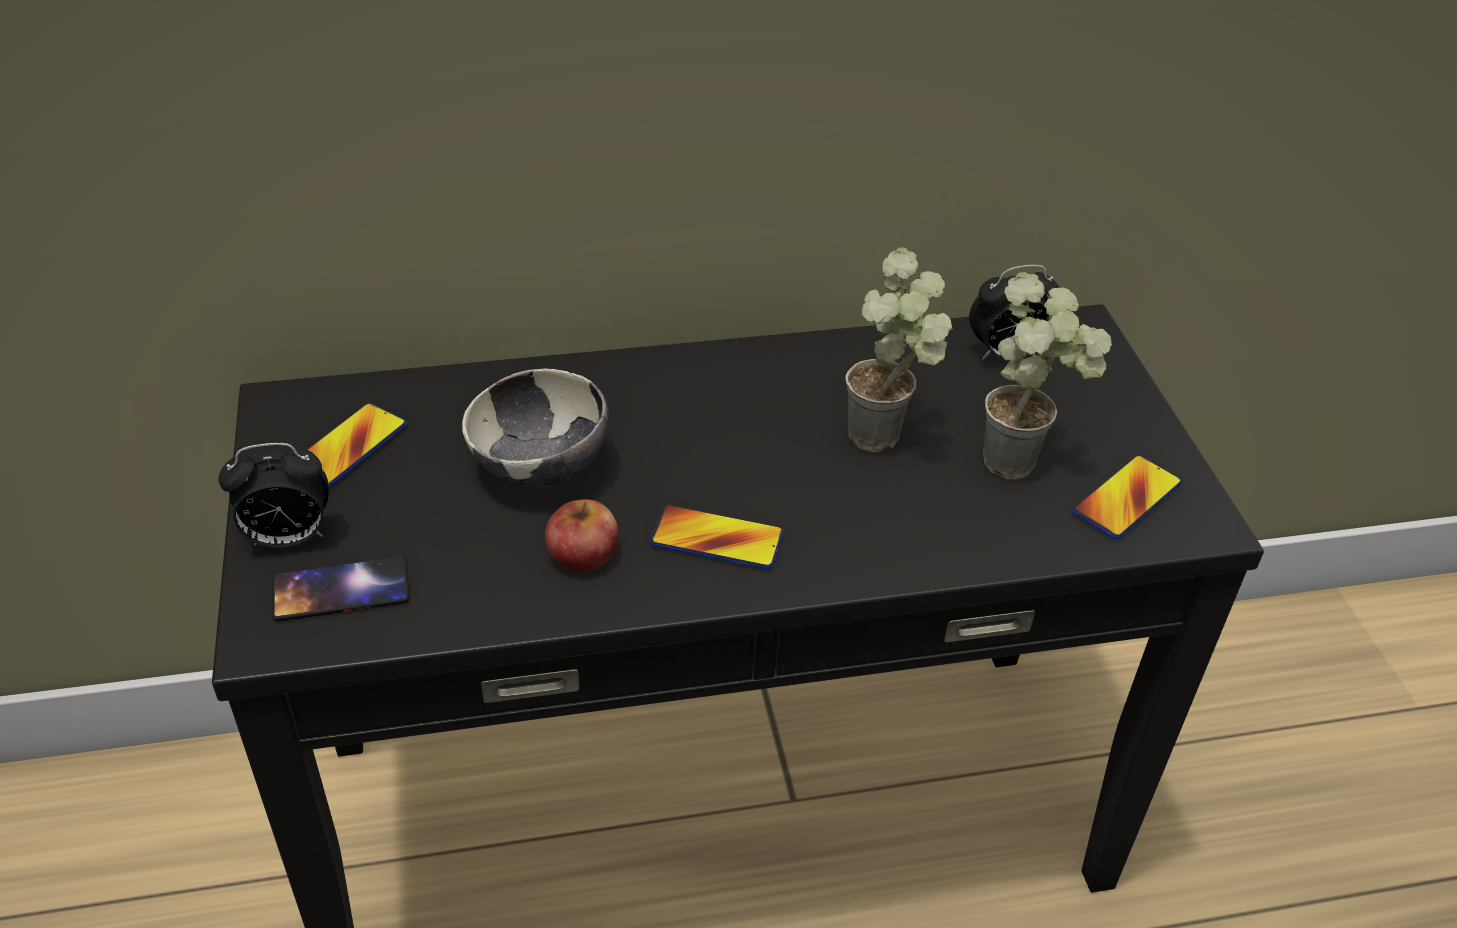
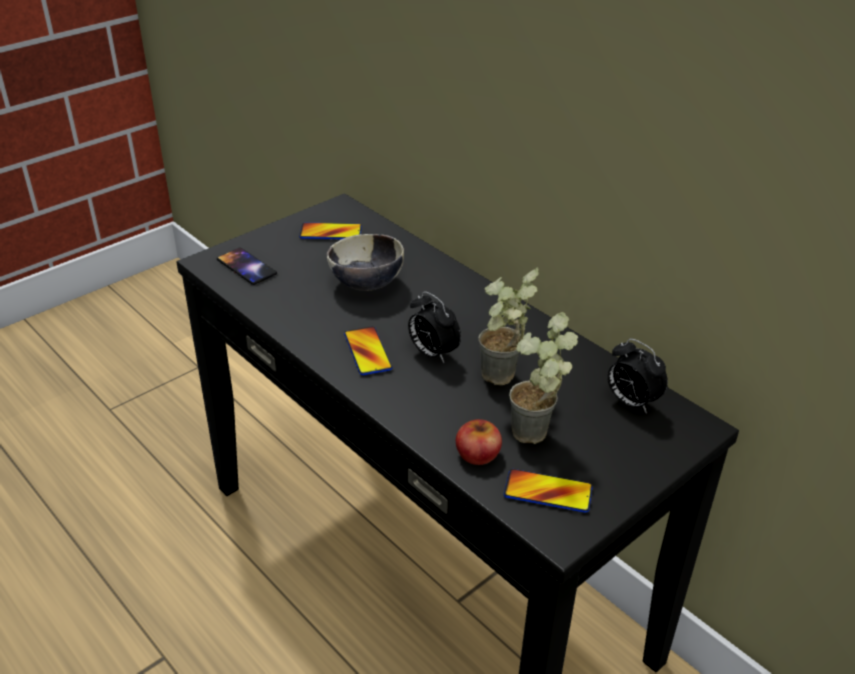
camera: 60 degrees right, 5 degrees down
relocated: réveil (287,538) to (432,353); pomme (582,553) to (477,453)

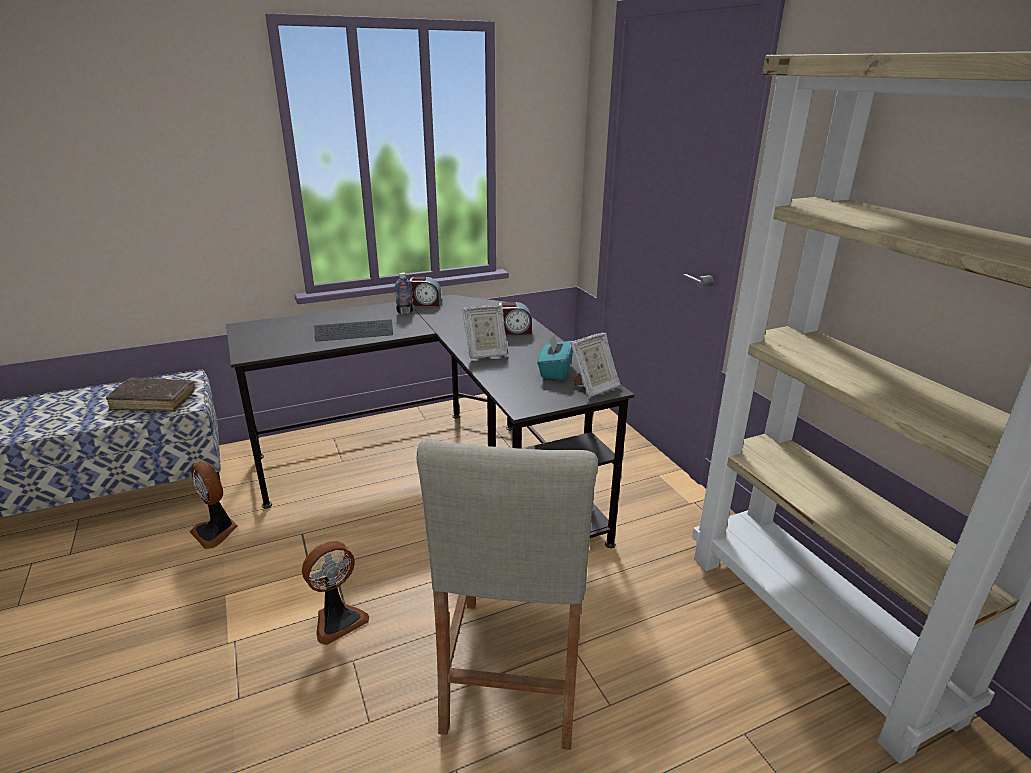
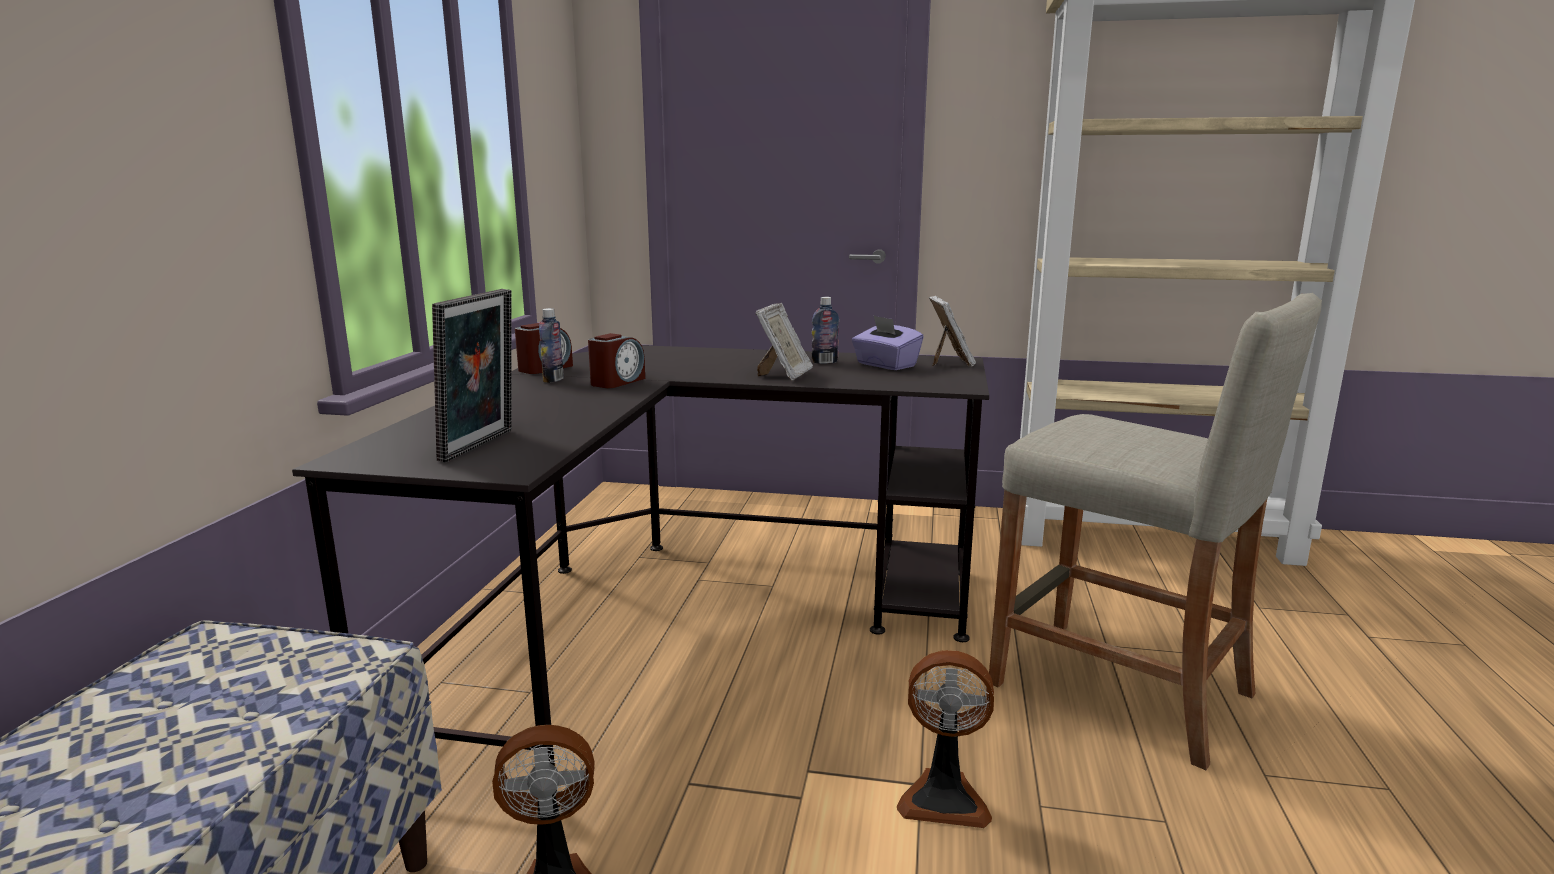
camera: 55 degrees left, 10 degrees down
missing: livre [marron] (154,401); clavier (354,332)
appeared: cadre photo (482,446); bouteille (824,362)
relocated: réveil (514,331) to (617,382)
colour: boîte à mouchoirs [turquoise] (555,371) to boîte à mouchoirs [violet] (885,365)
spun: ventilateur (338,620) = (944,797) 105 degrees clockwise

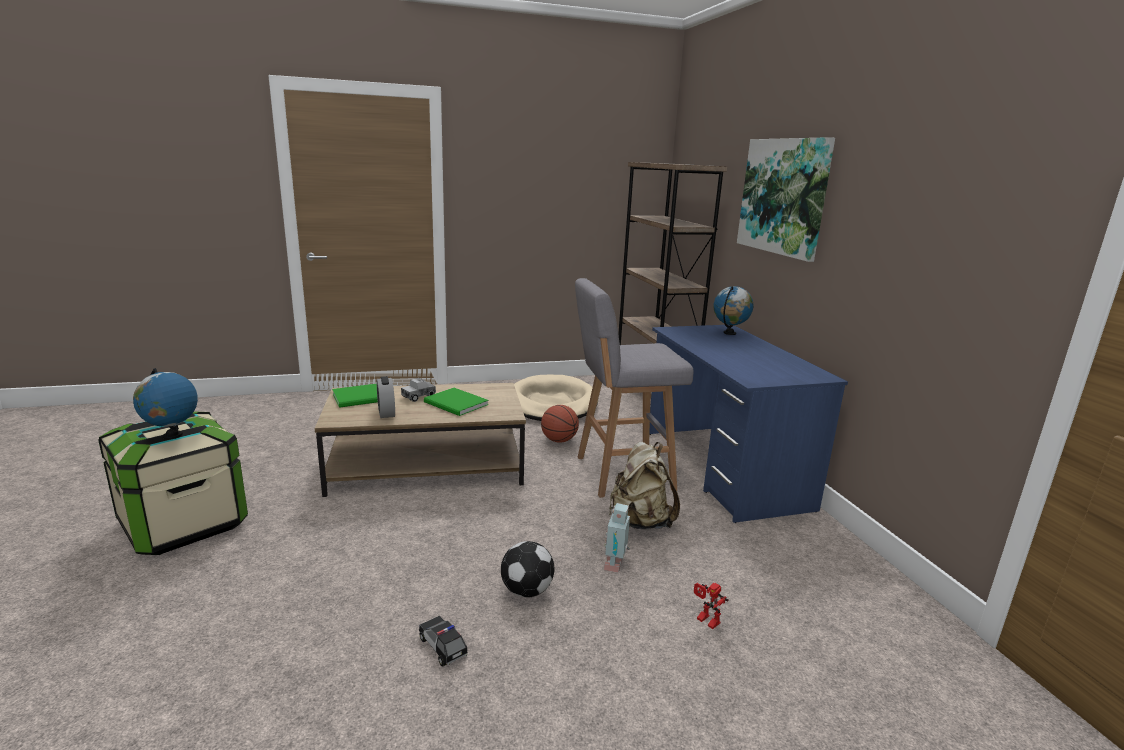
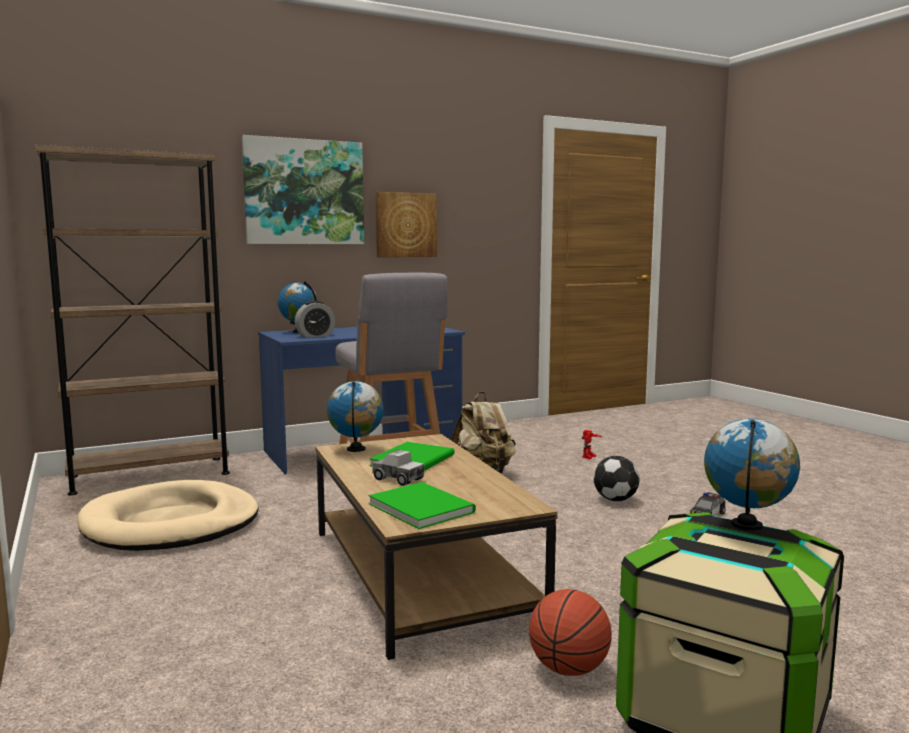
camera: 100 degrees left, 10 degrees down
missing: robot jouet (615,565)
appeared: globe (356,449); tableau (405,225)
relocated: réveil (386,412) to (315,336); ballon de basket (559,440) to (569,669)

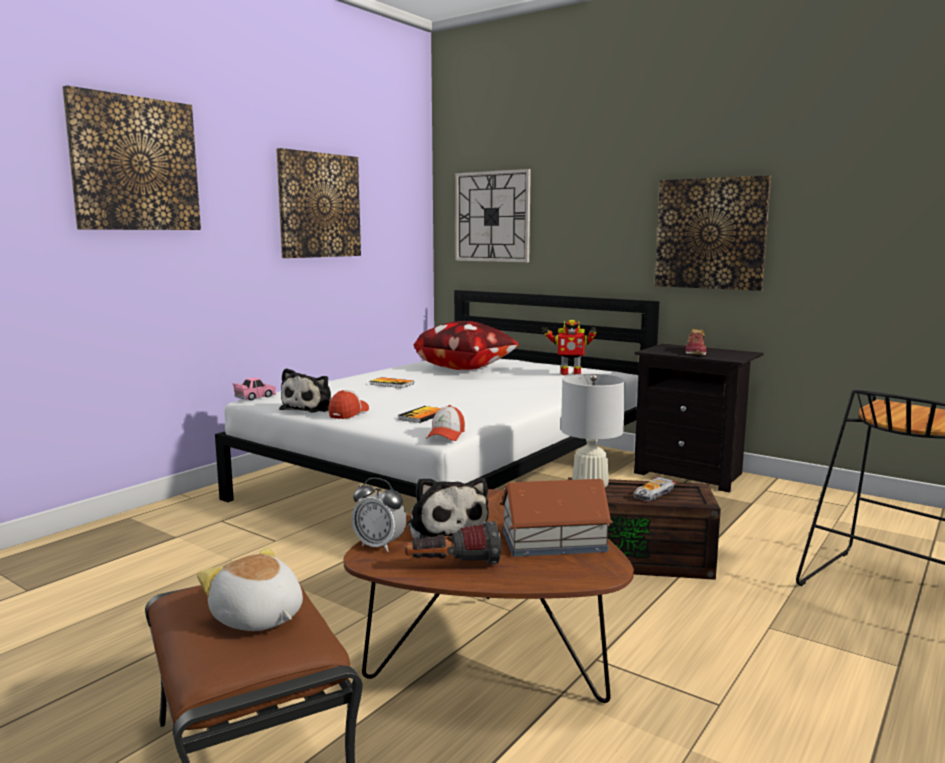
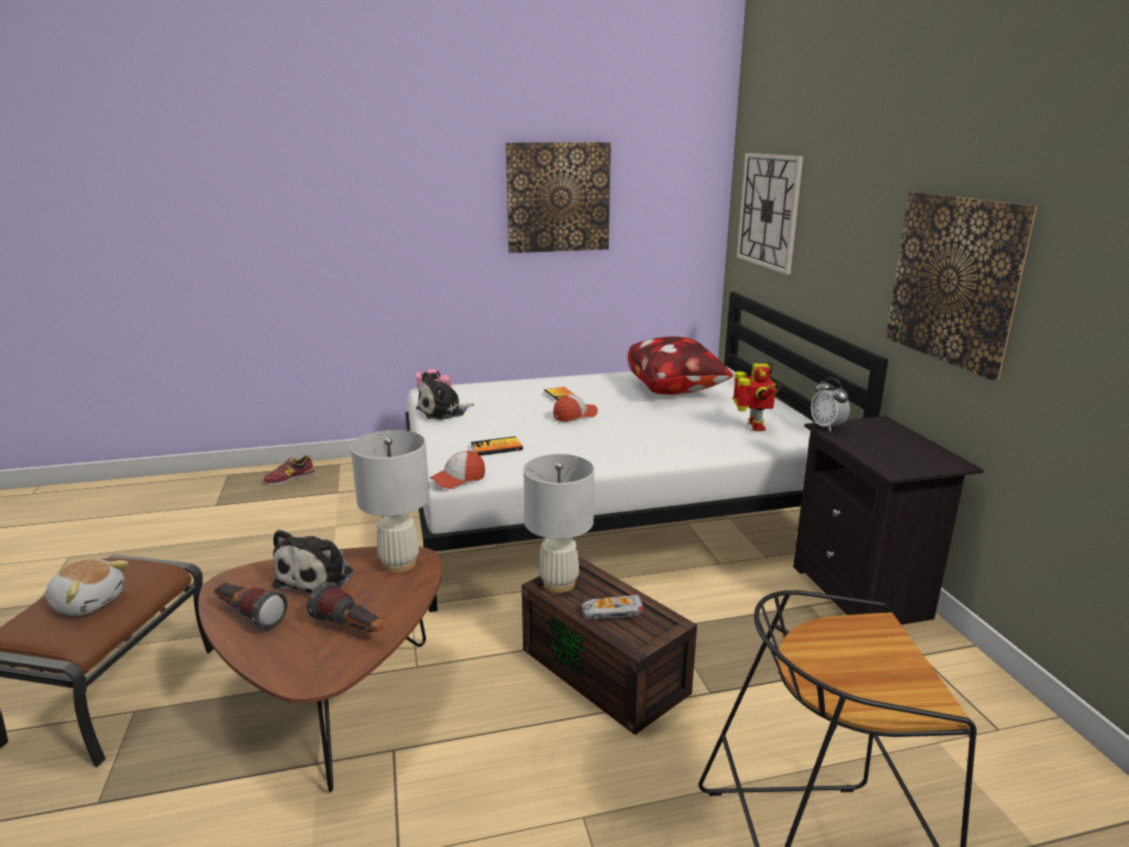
camera: 40 degrees right, 10 degrees up
missing: tableau (135,164)
appeared: lampe de table [blanc] (399,564)
relocated: casquette (348,413) to (575,416); réveil (379,545) to (827,427); chaussure (696,352) to (290,478)
exchanged: maison miniature (555,541) to lampe de poche (350,629)
spun: peluche (257,618) = (89,602) 120 degrees clockwise; robot jouet (570,374) = (754,427) 135 degrees counterclockwise

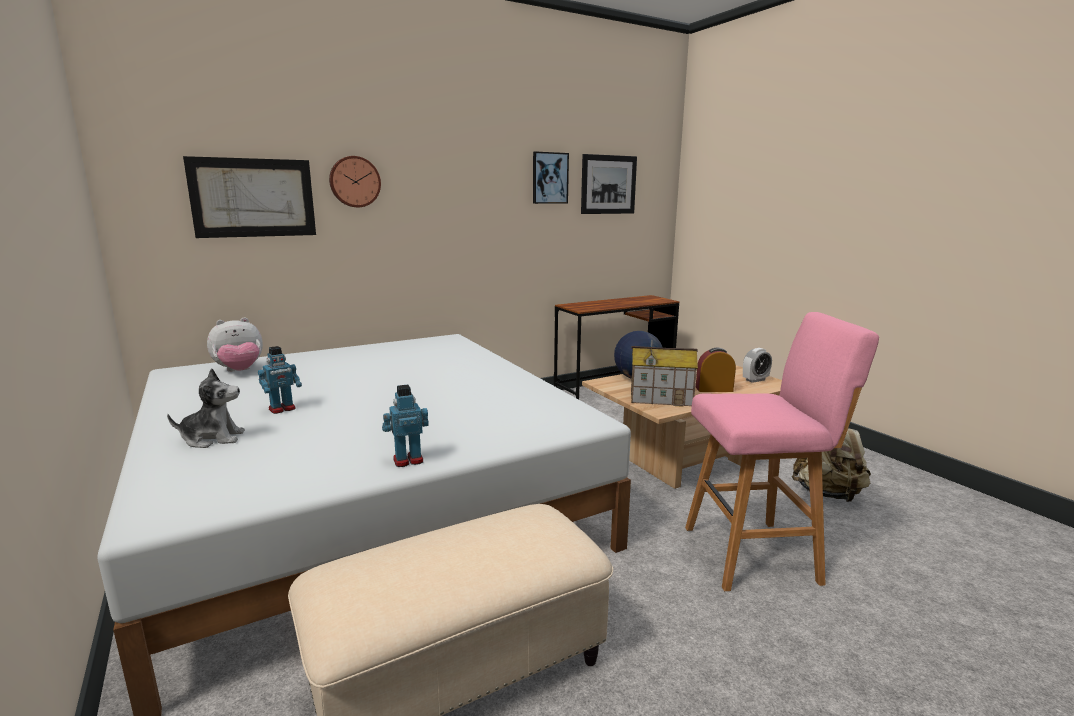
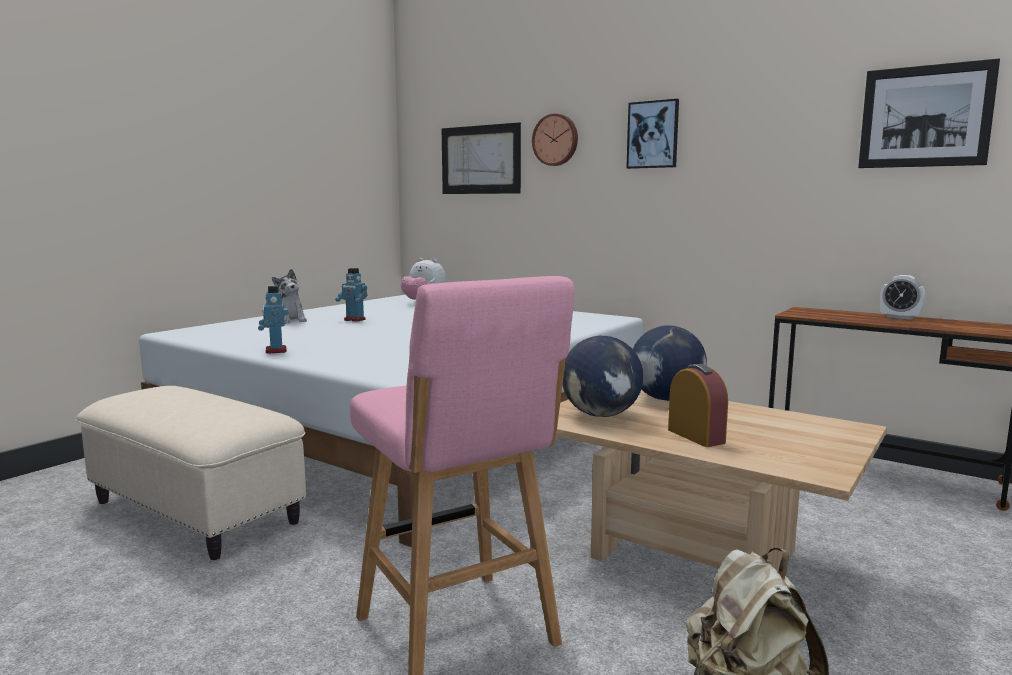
camera: 65 degrees right, 5 degrees down
relocated: tableau (549,178) to (653,134); réveil (755,380) to (900,317)
exchanged: maison miniature (661,398) to globe (601,415)
spun: robot jouet (408,460) = (275,351) 150 degrees counterclockwise

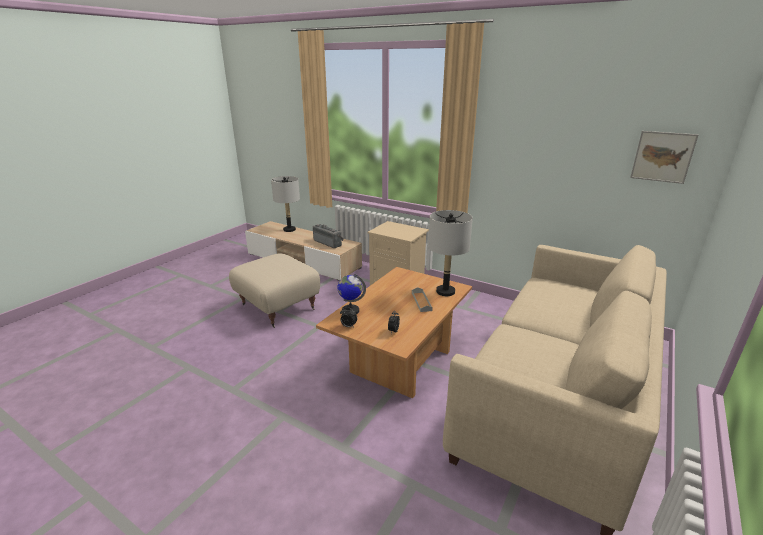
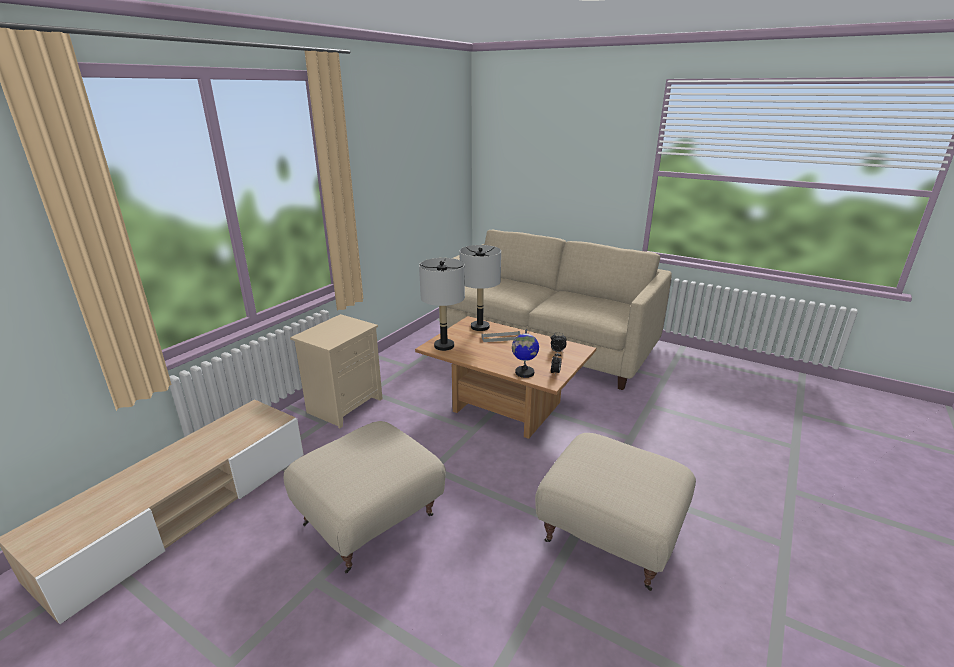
camera: 90 degrees left, 0 degrees up
missing: radio (328,243); tableau (662,157)
appeared: pouf [beige] (610,536)
relocated: lampe de table [gris] (289,230) to (444,346)

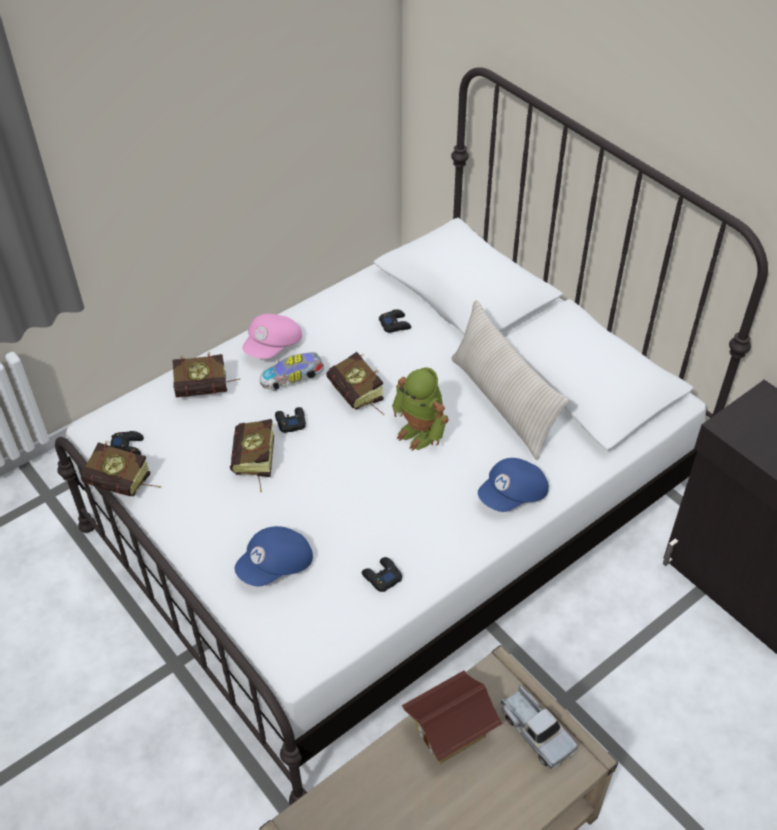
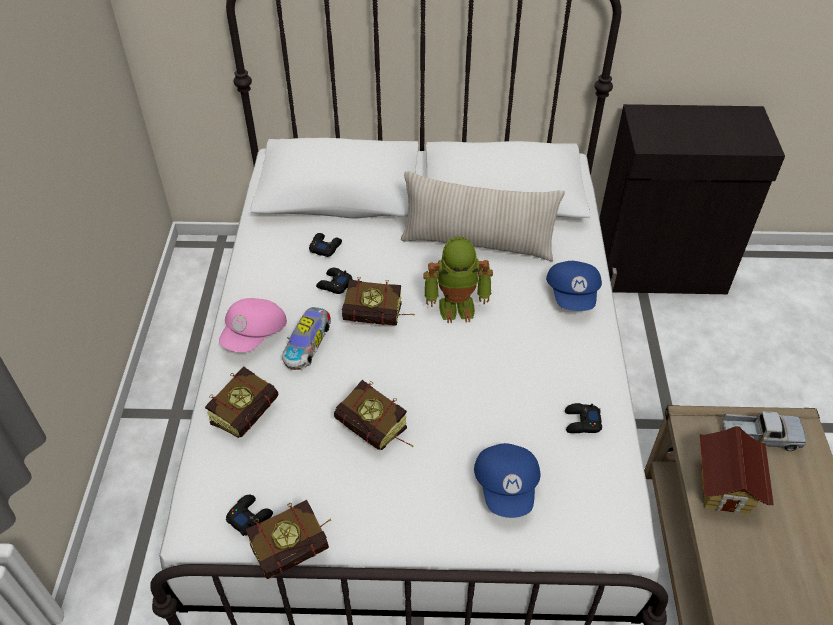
camera: 50 degrees left, 0 degrees up
relocated: manette [noir] (290,422) to (334,284)
spun: casquette [rose] (273,347) = (255,335) 45 degrees clockwise

